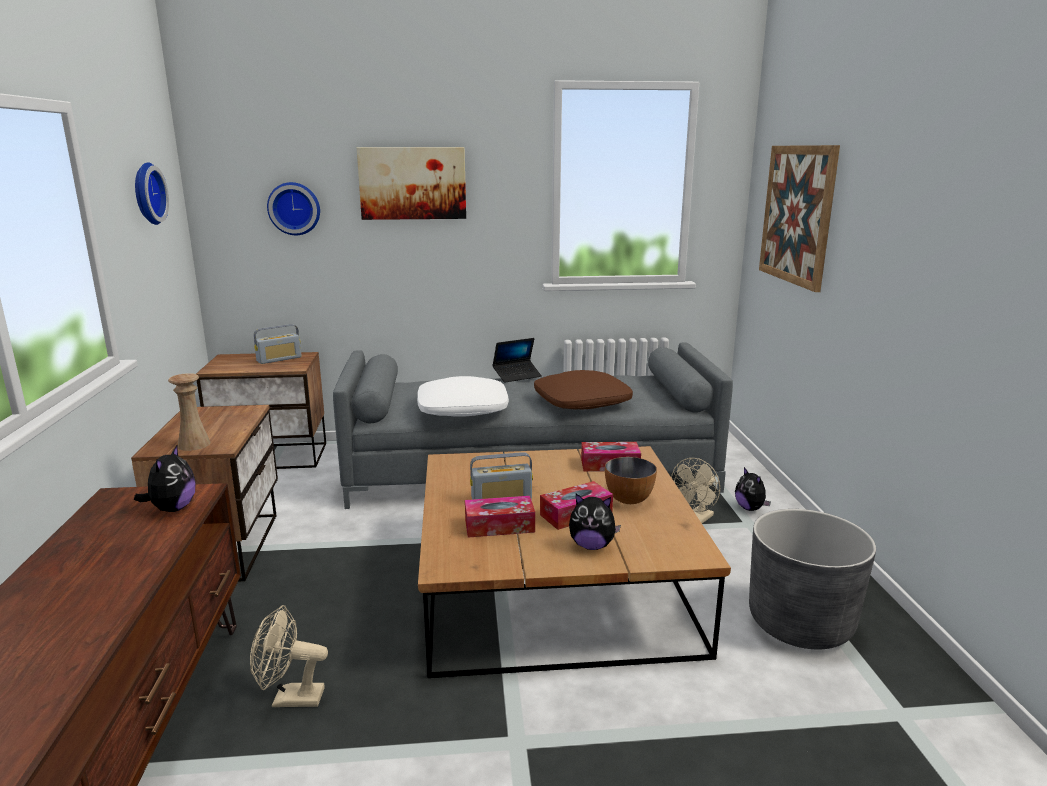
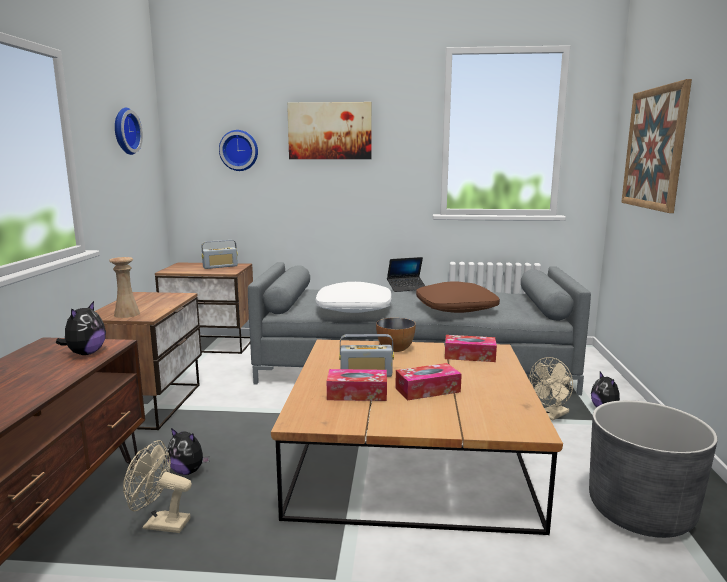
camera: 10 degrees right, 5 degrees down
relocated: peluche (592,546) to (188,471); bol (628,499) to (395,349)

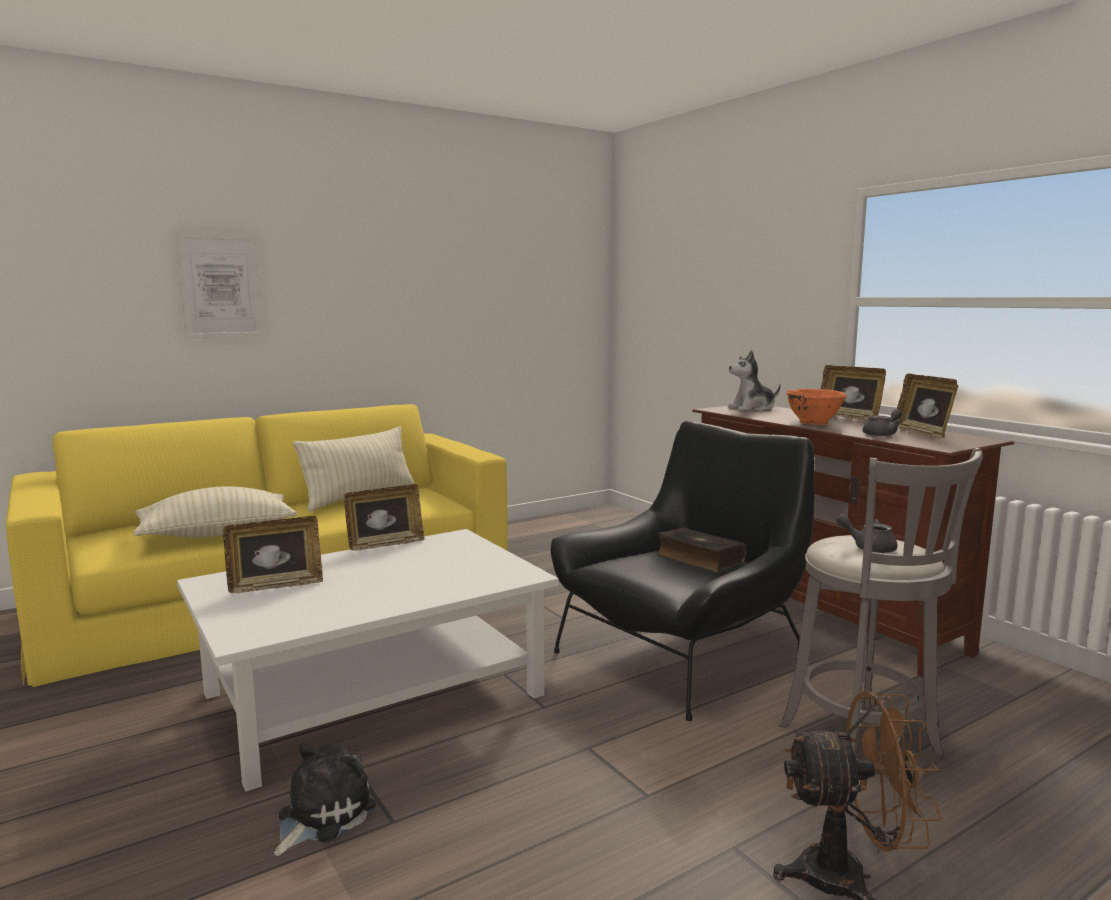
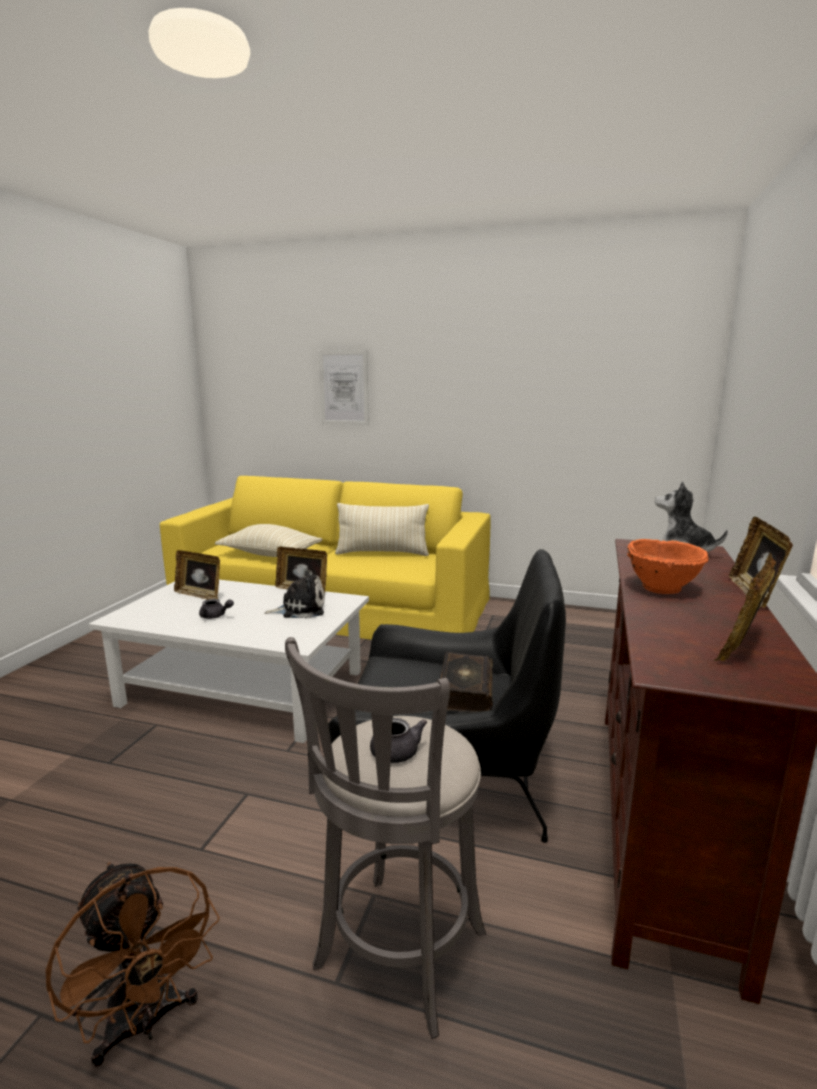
camera: 50 degrees right, 5 degrees up
relocated: peluche (321,815) to (300,609); théière [gris] (882,434) to (215,616)

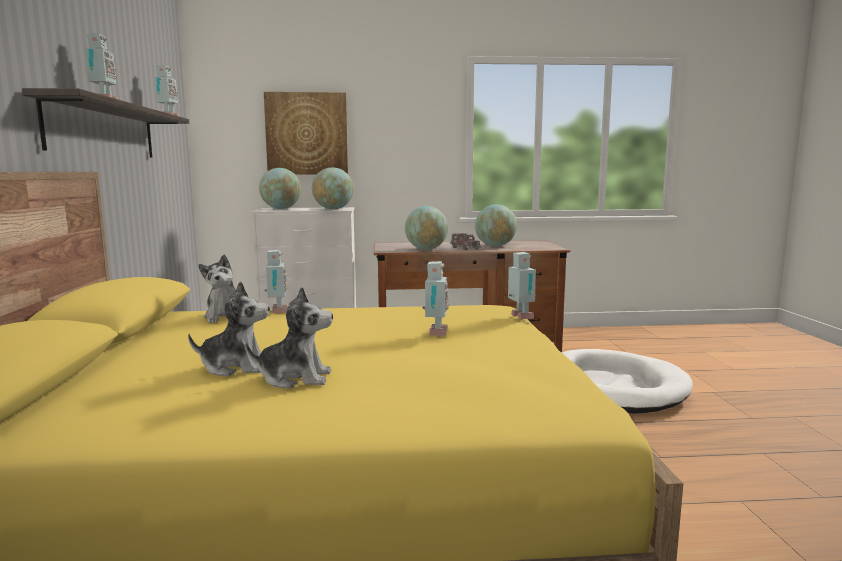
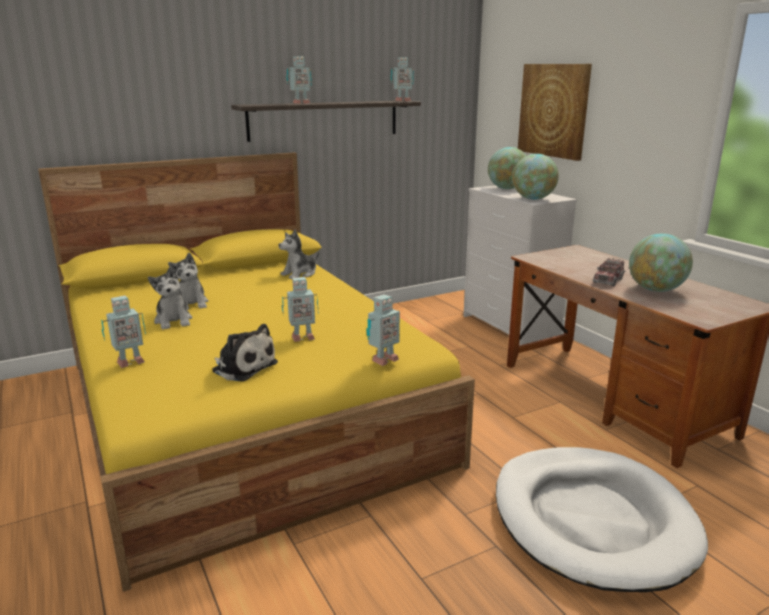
camera: 65 degrees right, 10 degrees up
missing: globe (426,249)
appeared: peluche (242,367)
relocated: robot jouet (277,311) to (129,362)

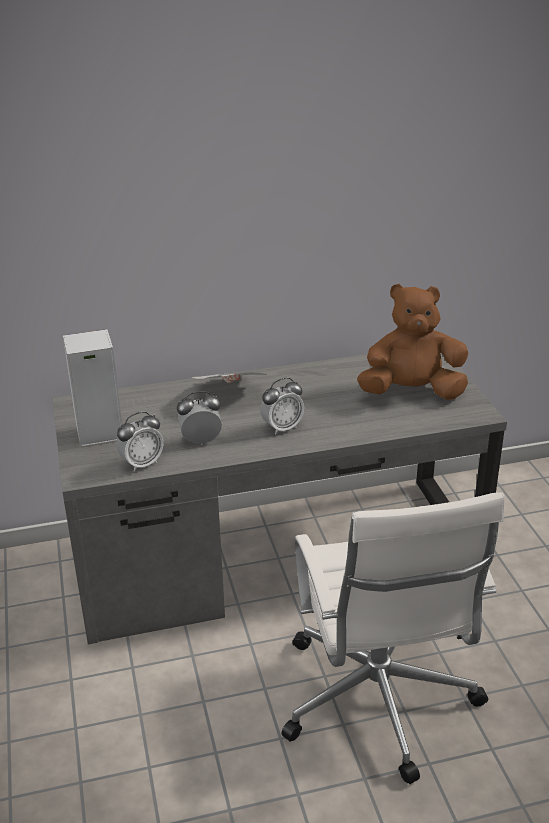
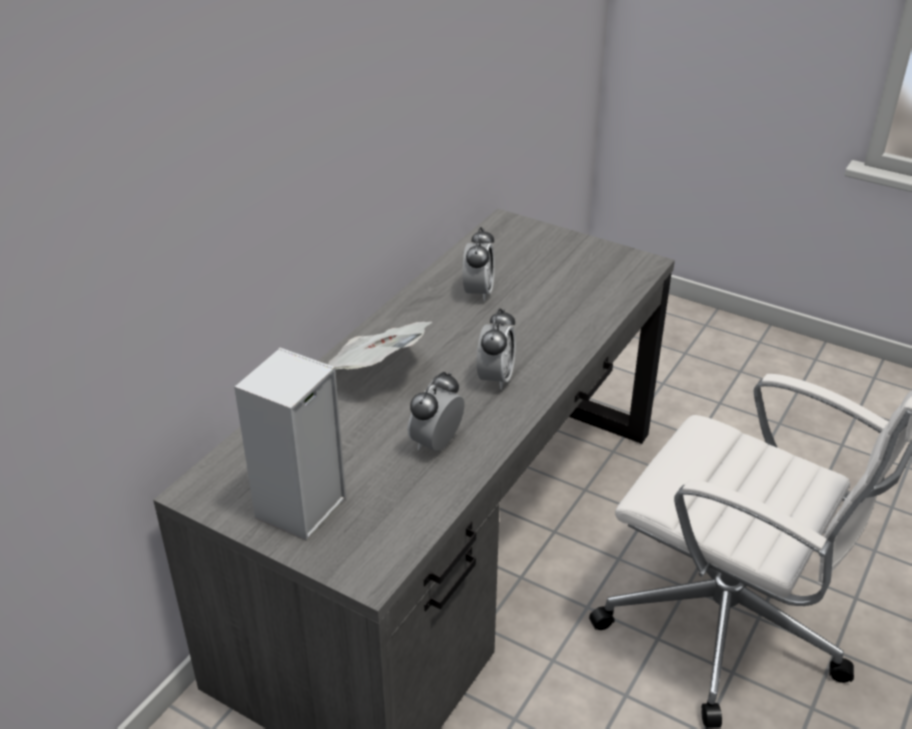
camera: 45 degrees left, 5 degrees up
missing: peluche [marron] (412,392)
relocated: réveil (142,463) to (478,292)

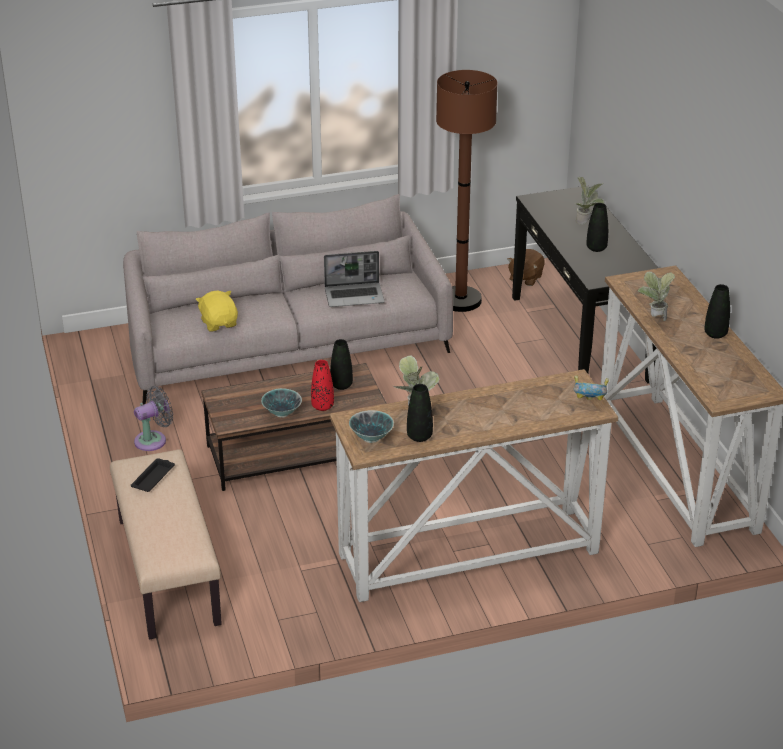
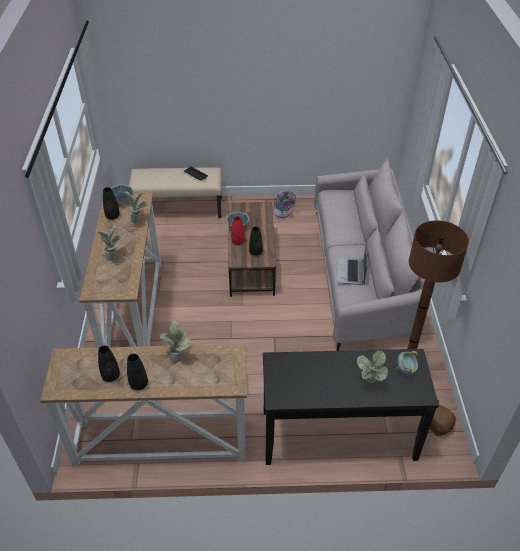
camera: 105 degrees right, 10 degrees up
missing: peluche [jaune] (219,323)
appeared: plante en pot (114,255)
relocated: bol (589,401) to (406,370); vase [noir] (596,248) to (111,376)

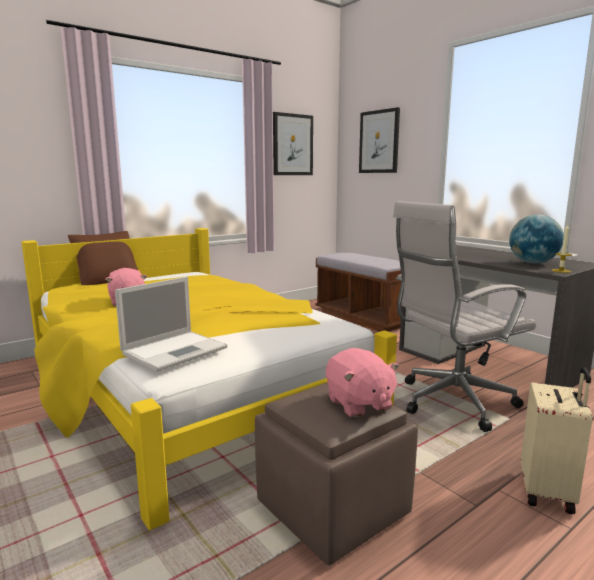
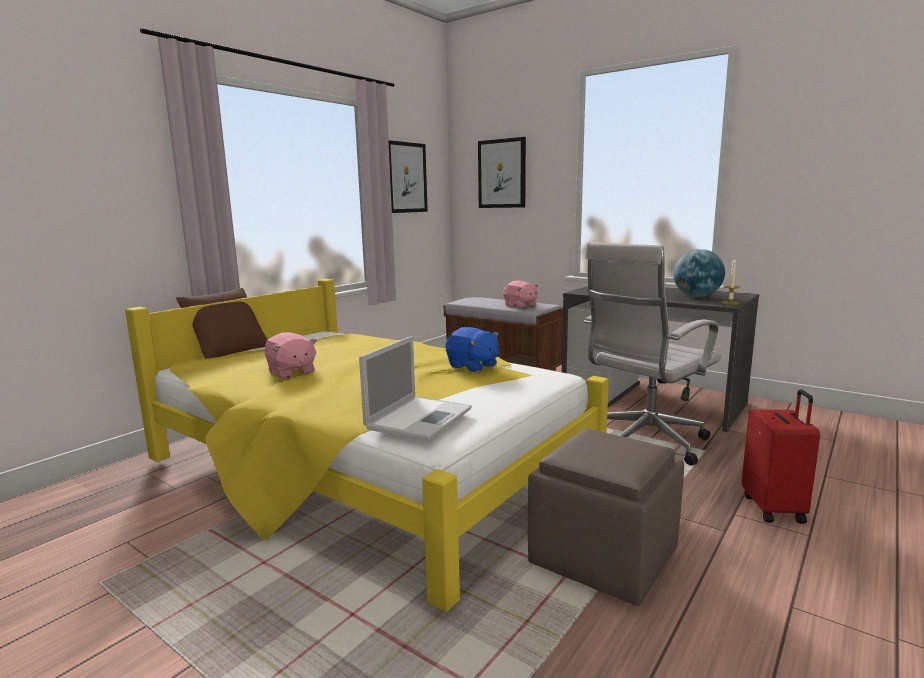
camera: 15 degrees left, 0 degrees up
appeared: peluche [bleu] (473,366)
relocated: peluche [rose] (358,404) to (520,306)
colour: valise [beige] (548,492) to valise [rouge] (774,509)

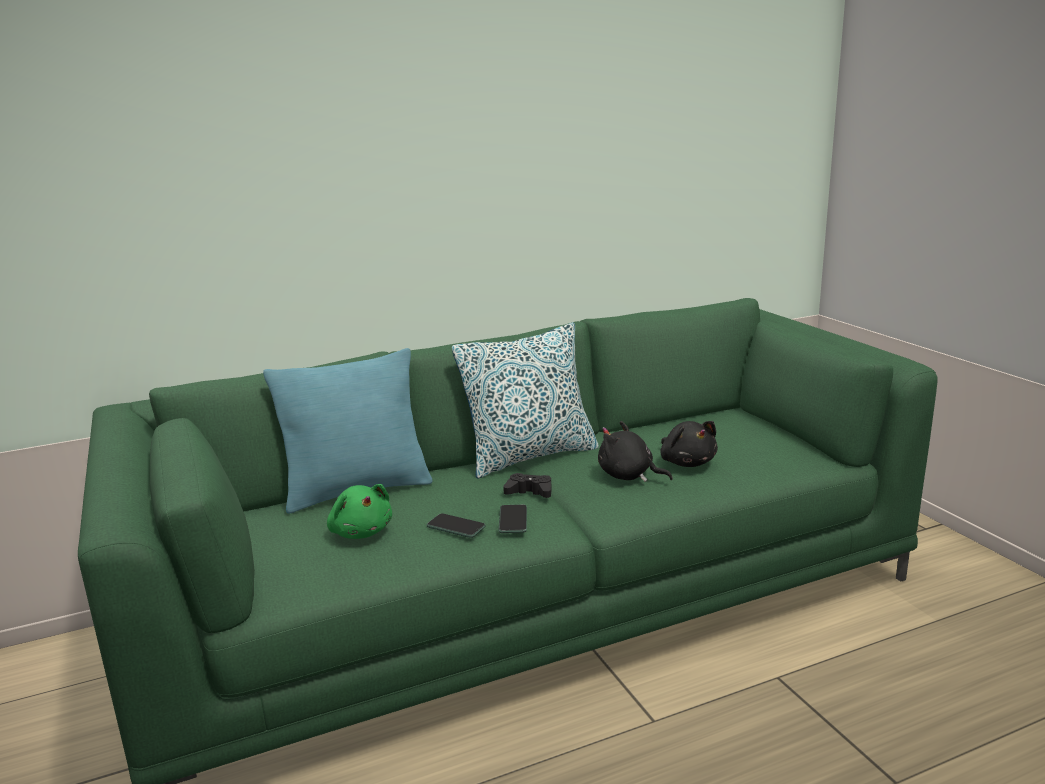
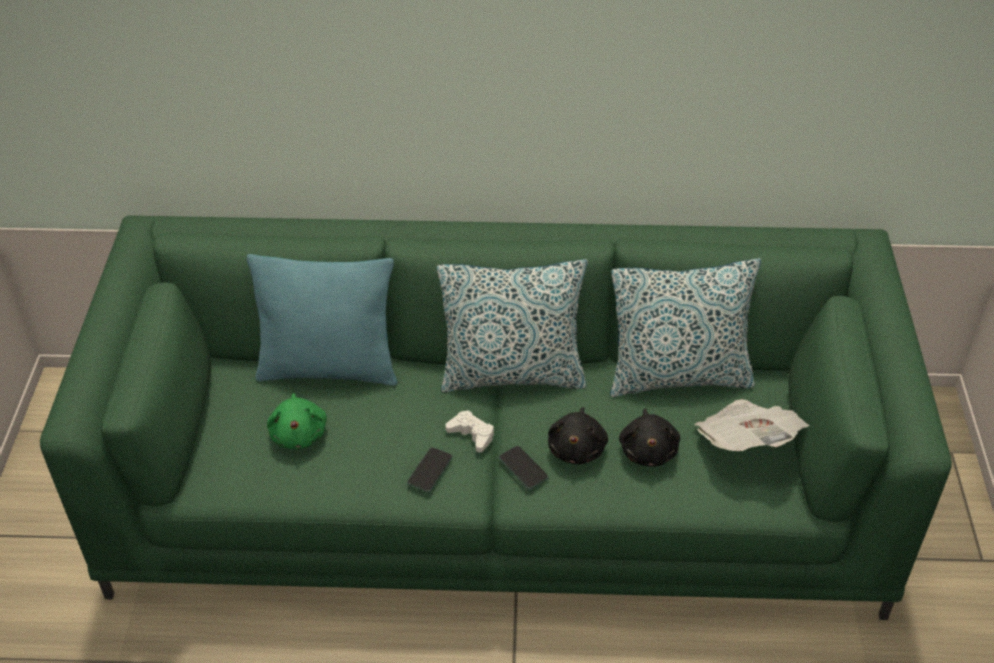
camera: 25 degrees right, 25 degrees up
appeared: coussin (678,376); journal (747,443)
relocated: téléphone (456,527) to (523,468)
colour: manette [noir] (529,492) to manette [blanc] (472,434)
spun: peluche [noir] (628,476) = (577,448) 135 degrees counterclockwise

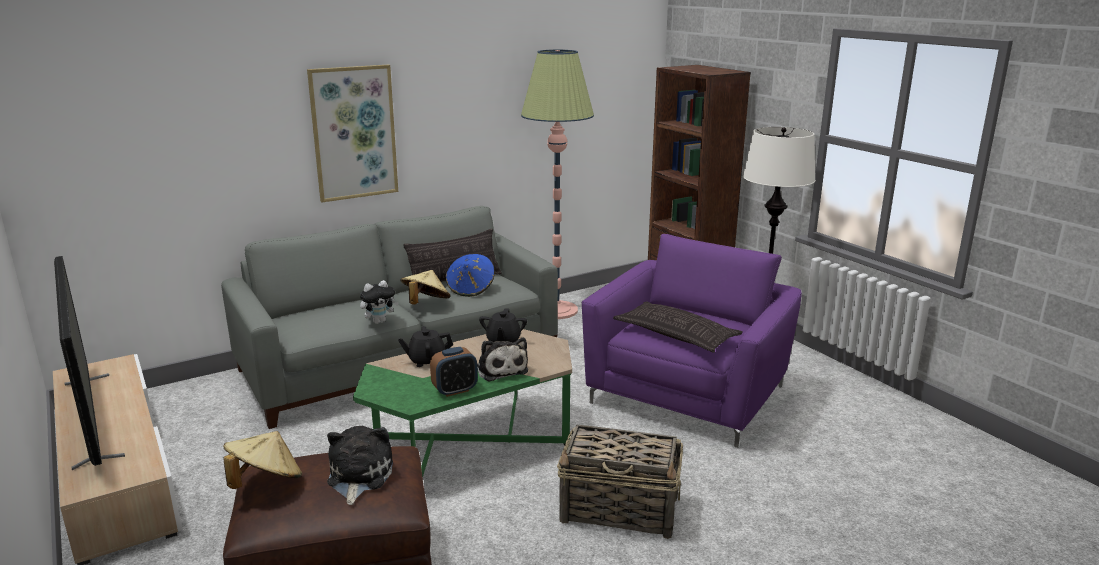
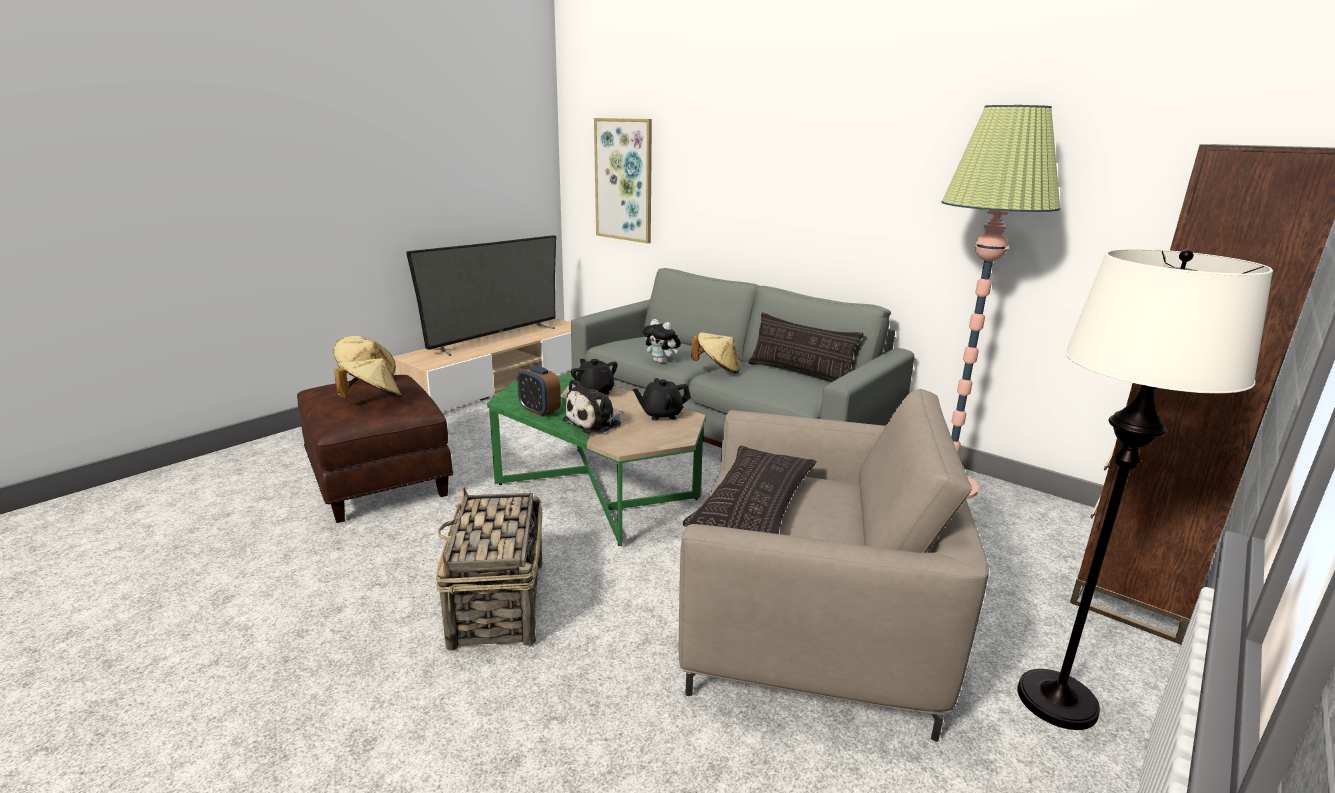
camera: 70 degrees right, 0 degrees up
missing: chapeau [bleu] (471,289)
relocated: tableau (354,133) to (624,180)
exchanged: peluche (358,476) to chapeau [beige] (372,400)
colour: fauteuil [violet] (688,394) to fauteuil [beige] (812,627)

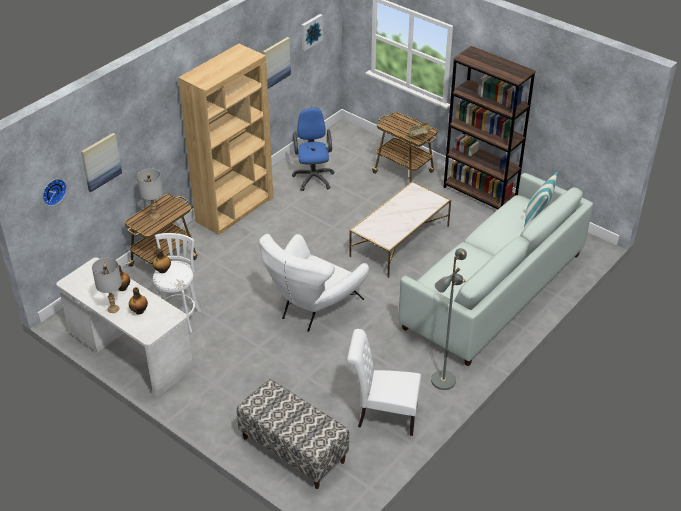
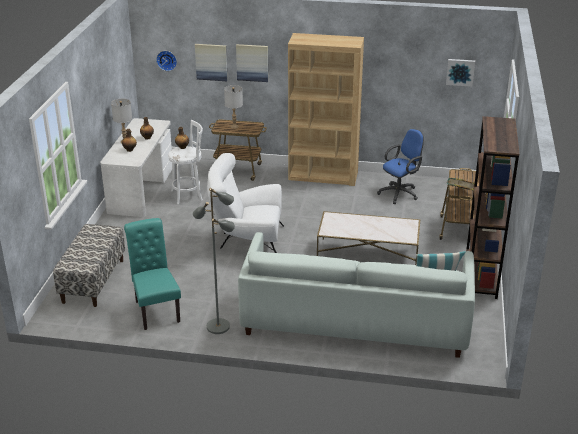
camera: 60 degrees right, 10 degrees down
relocated: tableau (276,62) to (252,62)
colour: chaise [blanc] (383,416) to chaise [turquoise] (156,309)

